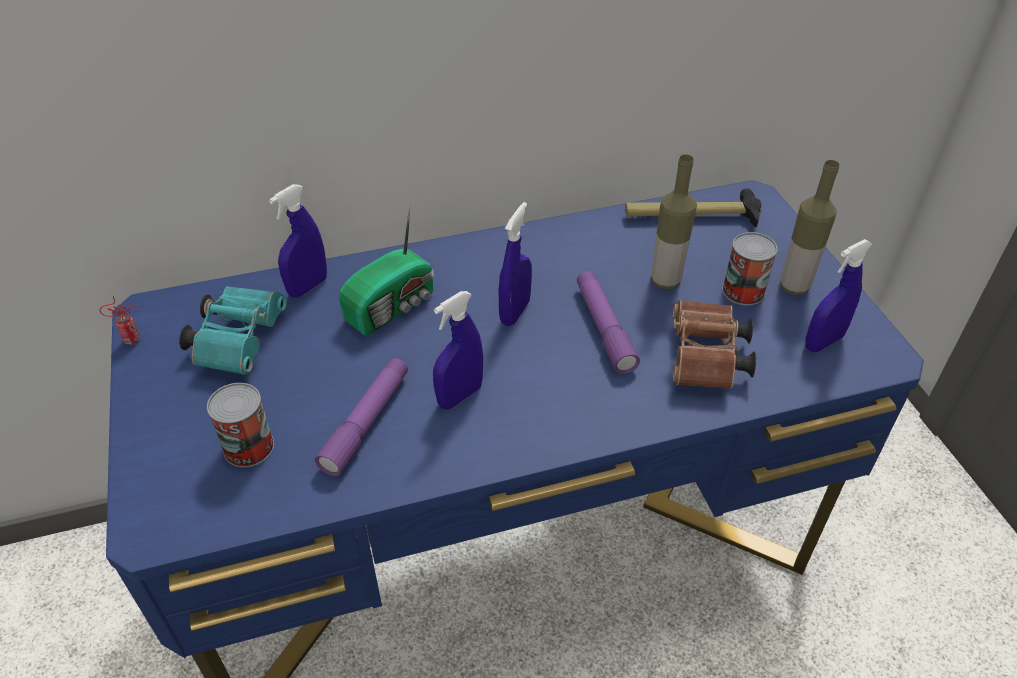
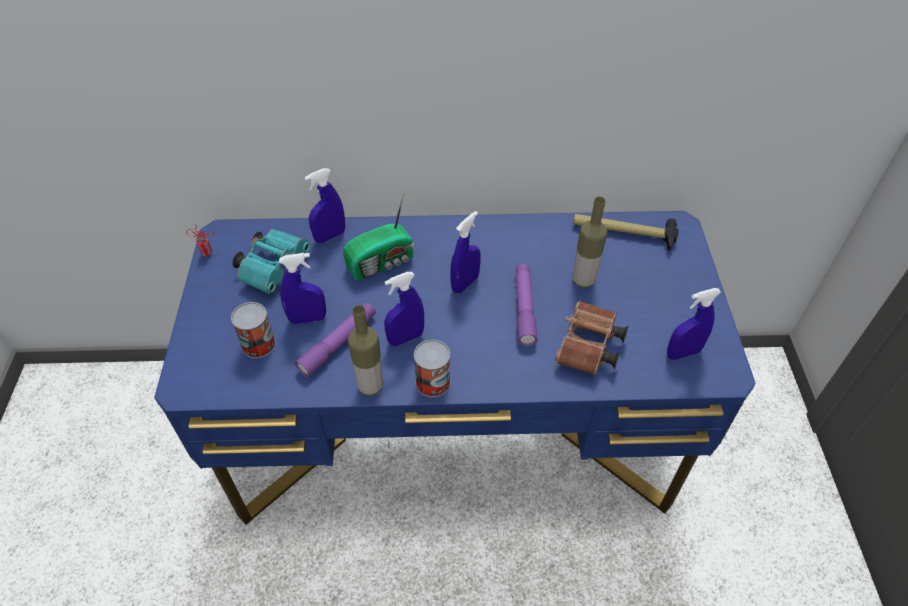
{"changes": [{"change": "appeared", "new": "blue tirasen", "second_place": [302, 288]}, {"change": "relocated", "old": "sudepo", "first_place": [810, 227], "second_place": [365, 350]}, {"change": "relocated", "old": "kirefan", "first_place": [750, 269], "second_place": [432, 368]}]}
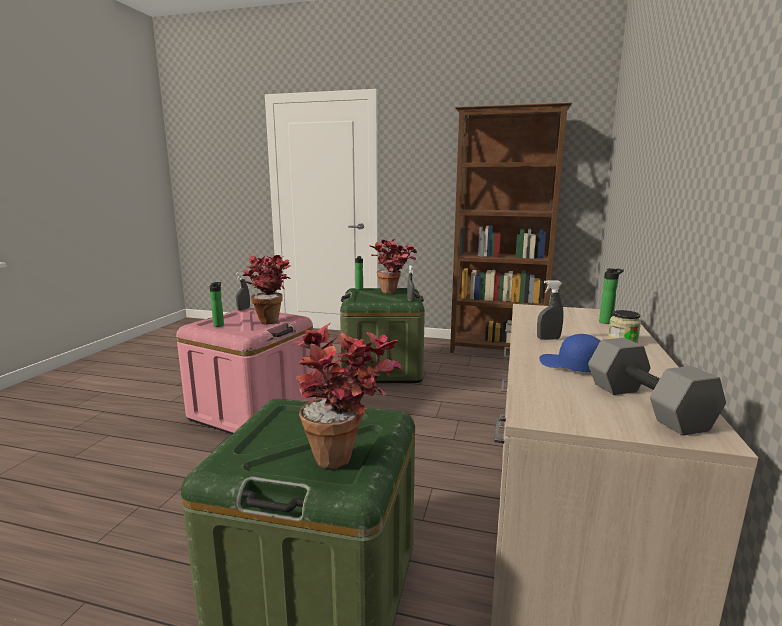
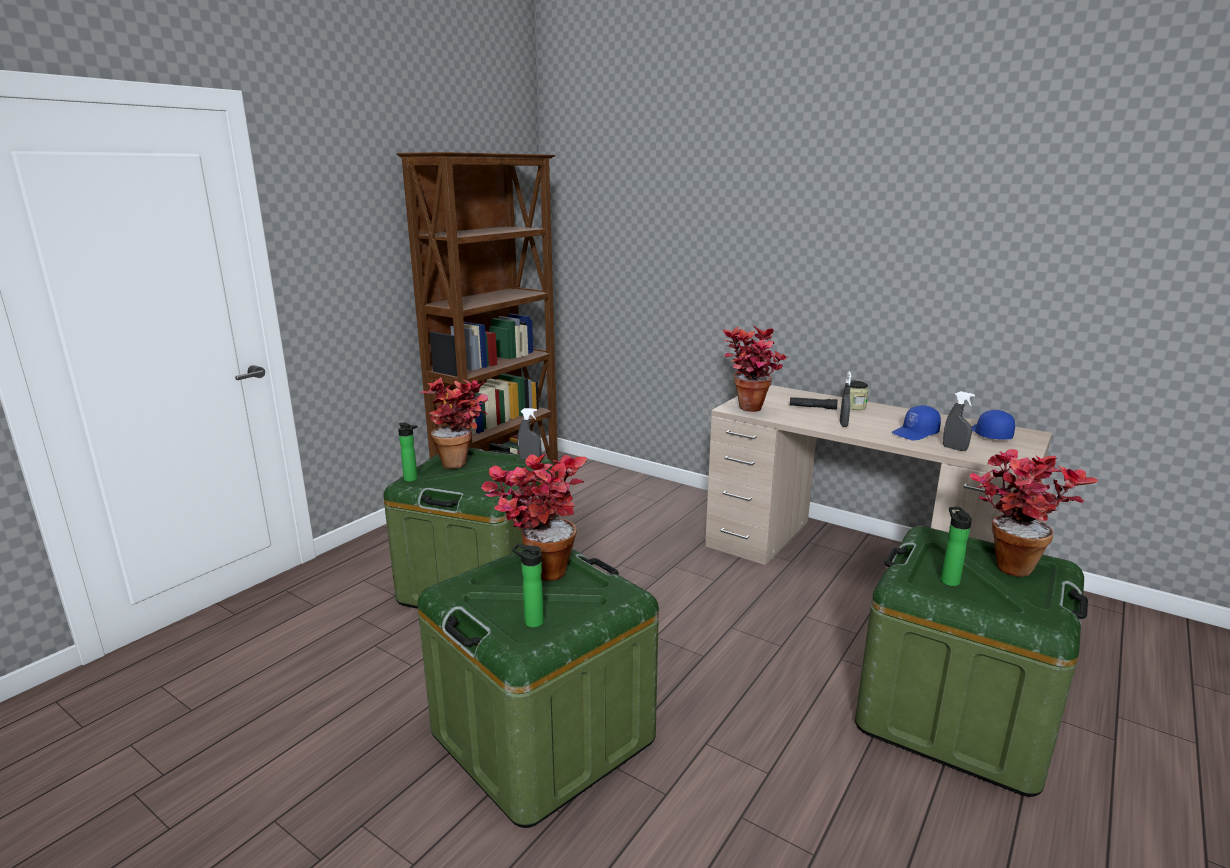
{"changes": [{"change": "colour", "old": "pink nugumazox", "new": "green nugumazox", "first_place": [246, 371], "second_place": [538, 688]}, {"change": "appeared", "new": "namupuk", "second_place": [754, 368]}, {"change": "appeared", "new": "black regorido", "second_place": [814, 403]}, {"change": "relocated", "old": "sudepo", "first_place": [611, 296], "second_place": [956, 546]}, {"change": "relocated", "old": "grey tirasen", "first_place": [243, 291], "second_place": [959, 421]}, {"change": "exchanged", "old": "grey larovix", "new": "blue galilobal", "first_place": [657, 387], "second_place": [993, 425]}]}
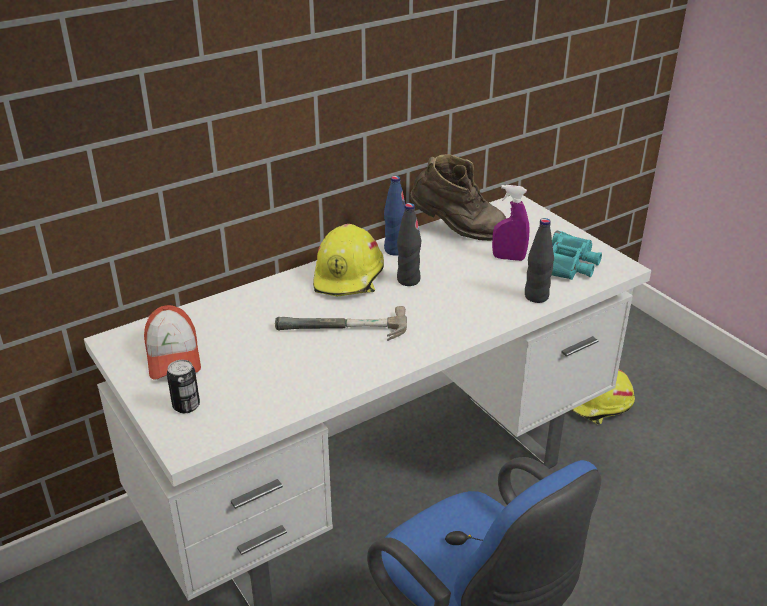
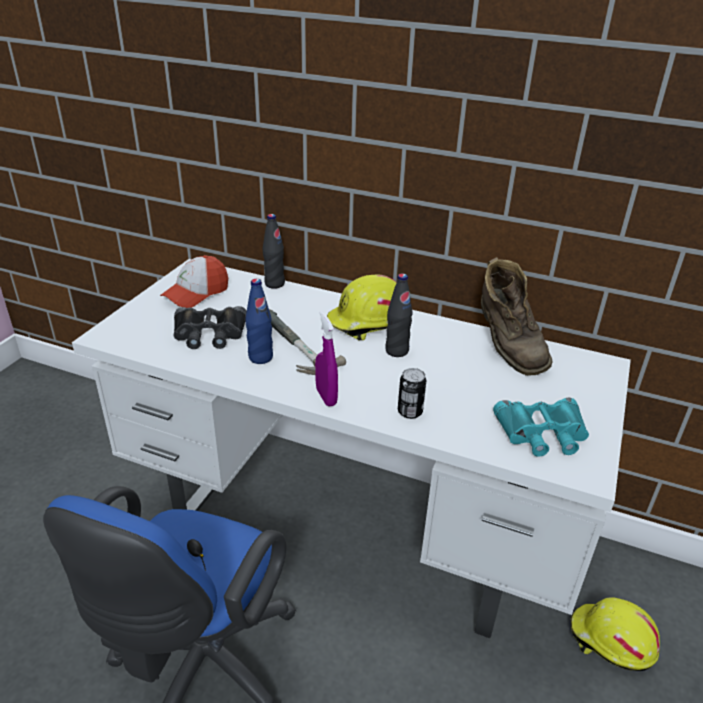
{"changes": [{"change": "appeared", "new": "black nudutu", "second_place": [210, 327]}, {"change": "relocated", "old": "blue sudepo", "first_place": [394, 216], "second_place": [259, 321]}, {"change": "relocated", "old": "black sudepo", "first_place": [539, 260], "second_place": [274, 251]}, {"change": "relocated", "old": "purple tirasen", "first_place": [511, 223], "second_place": [326, 359]}, {"change": "relocated", "old": "kirefan", "first_place": [183, 386], "second_place": [412, 393]}]}
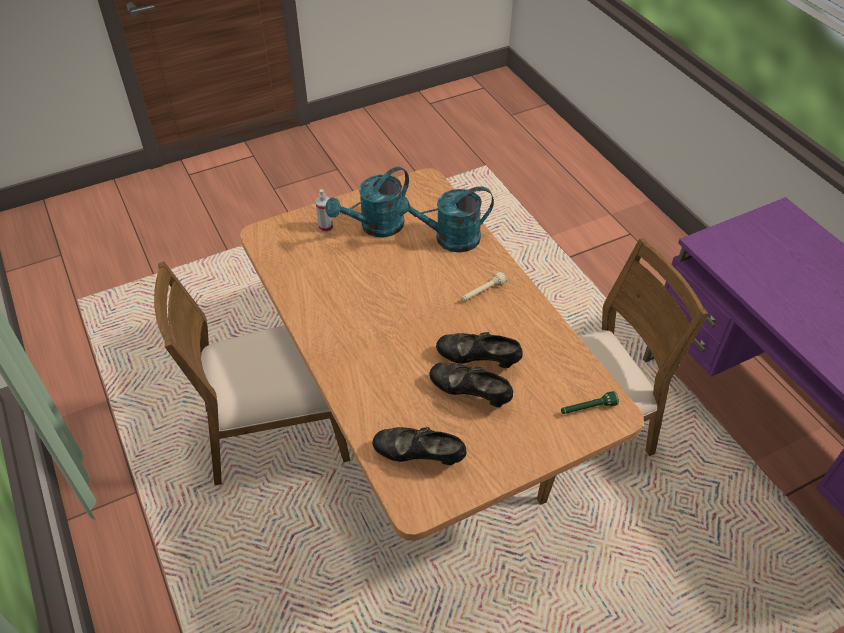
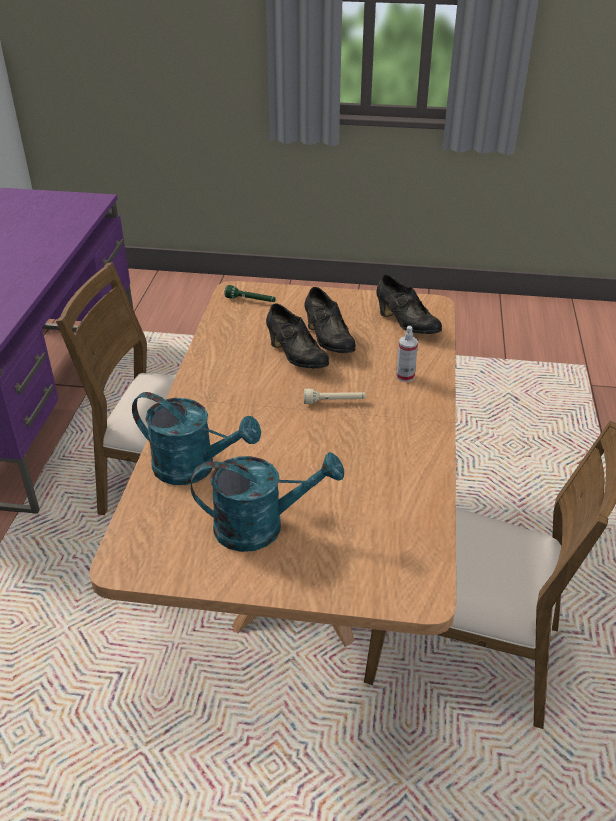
{"changes": [{"change": "relocated", "old": "beige regorido", "first_place": [484, 286], "second_place": [334, 396]}, {"change": "relocated", "old": "tirasen", "first_place": [324, 210], "second_place": [407, 354]}]}
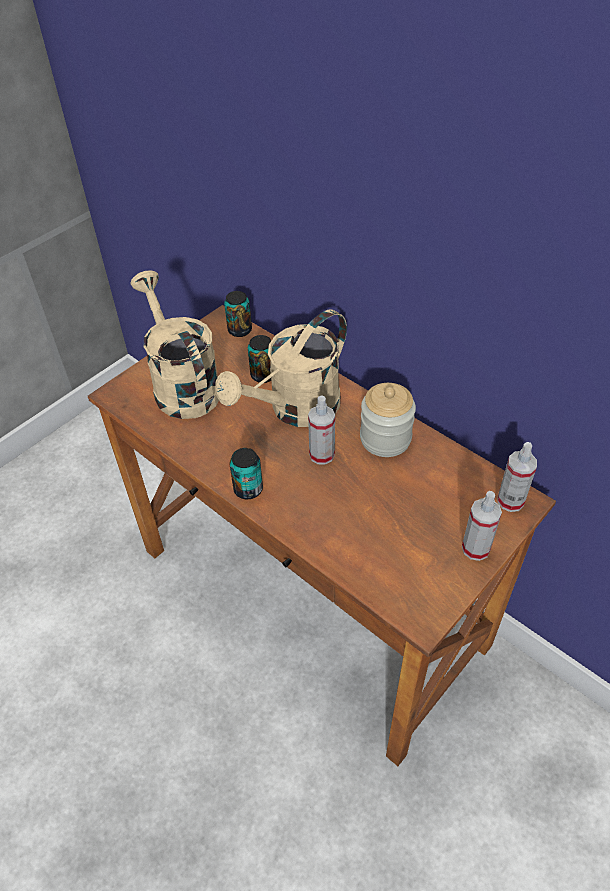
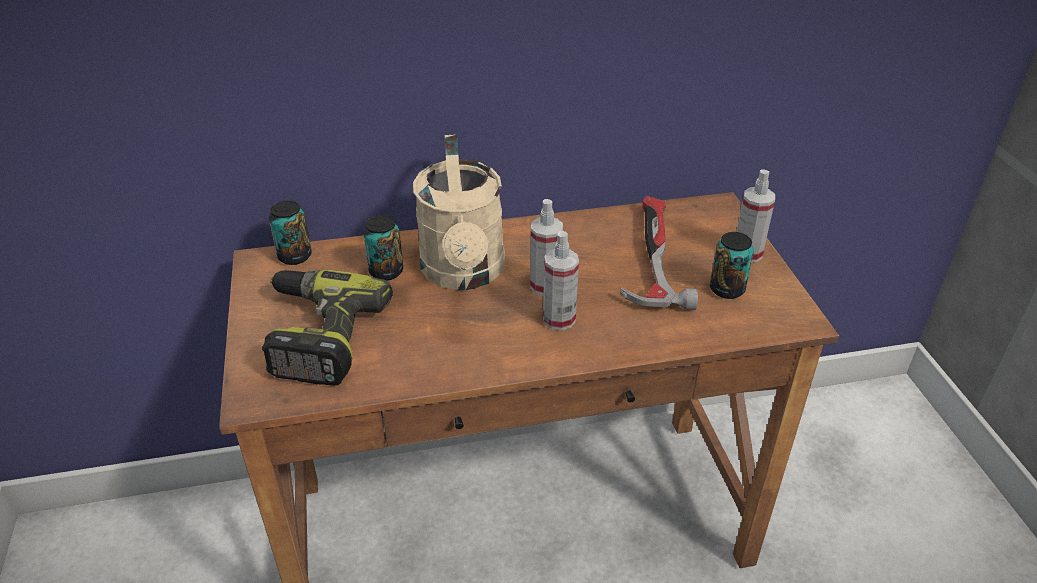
{"changes": [{"change": "exchanged", "old": "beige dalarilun", "new": "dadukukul", "first_place": [174, 344], "second_place": [327, 328]}, {"change": "relocated", "old": "tirasen", "first_place": [517, 477], "second_place": [561, 281]}, {"change": "appeared", "new": "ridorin", "second_place": [659, 253]}, {"change": "relocated", "old": "kirefan", "first_place": [246, 473], "second_place": [732, 265]}, {"change": "missing", "old": "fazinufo", "first_place": [388, 420]}]}
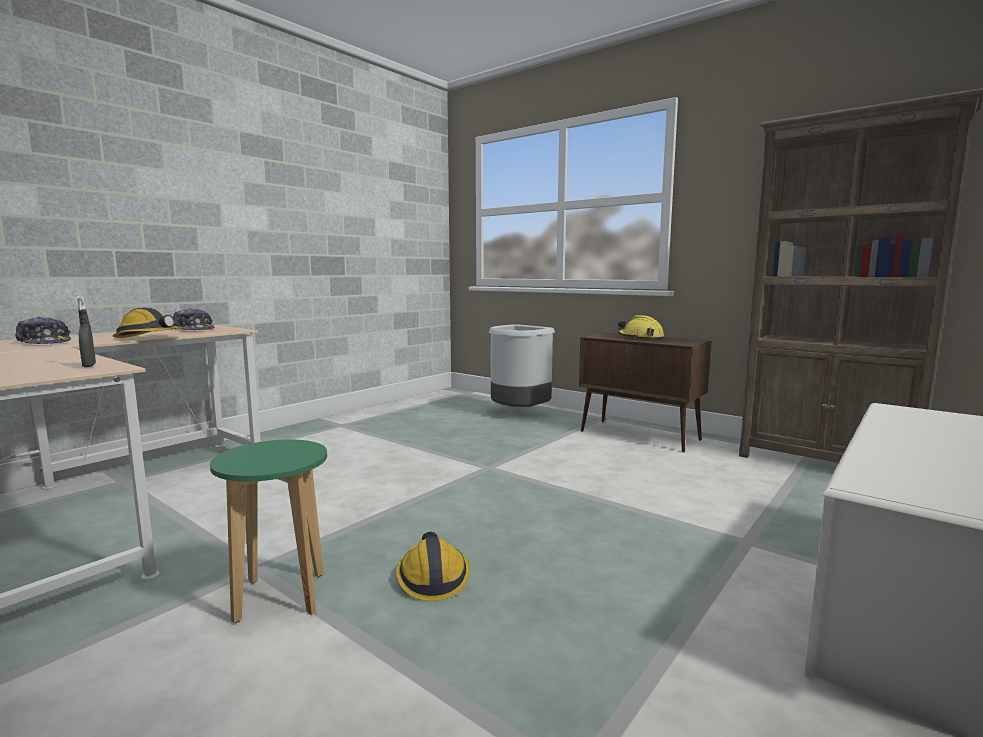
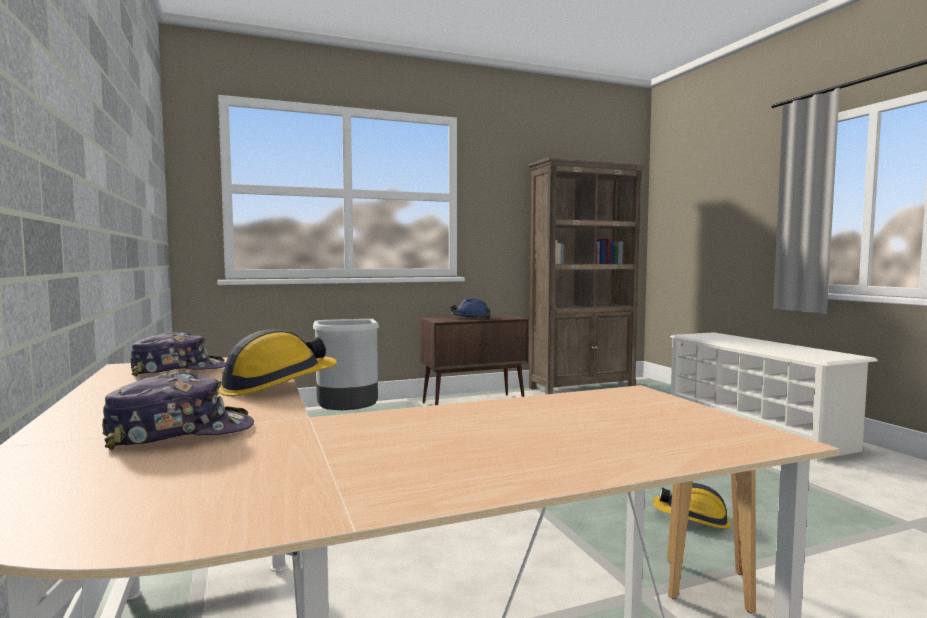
{"changes": [{"change": "colour", "old": "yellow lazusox", "new": "blue lazusox", "first_place": [641, 328], "second_place": [470, 308]}, {"change": "missing", "old": "grey tirasen", "first_place": [86, 331]}]}
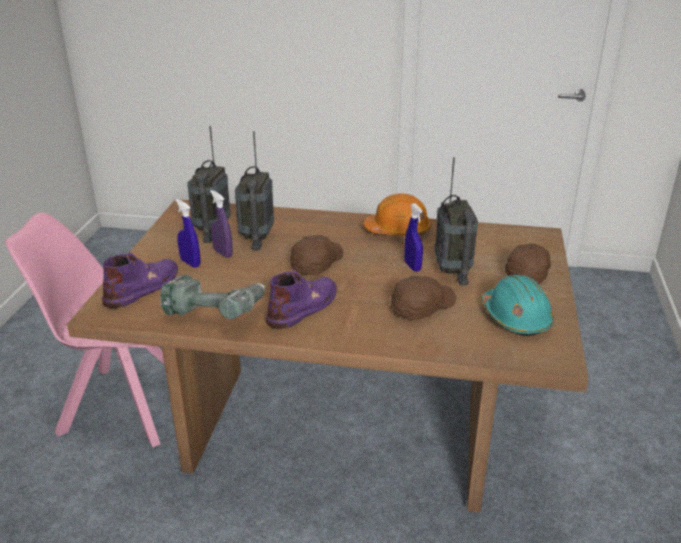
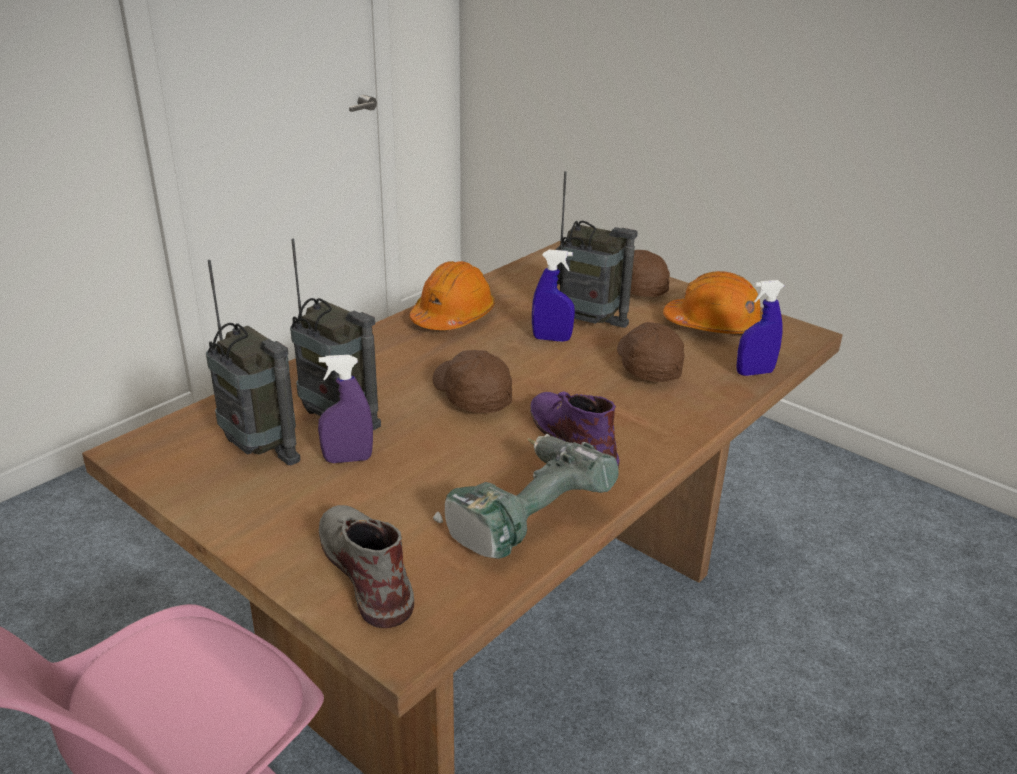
{"changes": [{"change": "colour", "old": "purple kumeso", "new": "grey kumeso", "first_place": [140, 280], "second_place": [366, 566]}, {"change": "colour", "old": "turquoise lazusox", "new": "orange lazusox", "first_place": [518, 305], "second_place": [713, 303]}, {"change": "relocated", "old": "blue tirasen", "first_place": [188, 233], "second_place": [760, 328]}]}
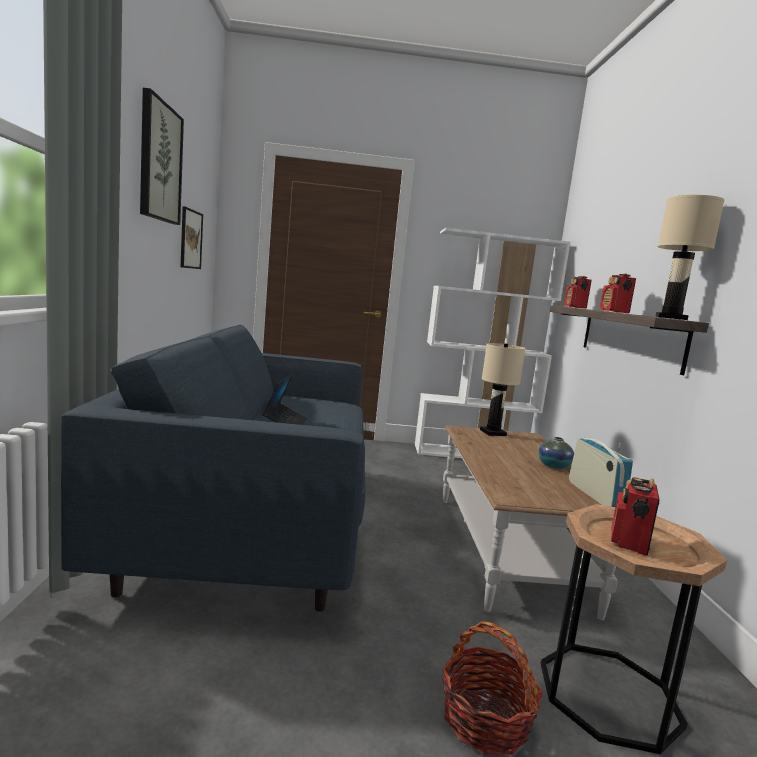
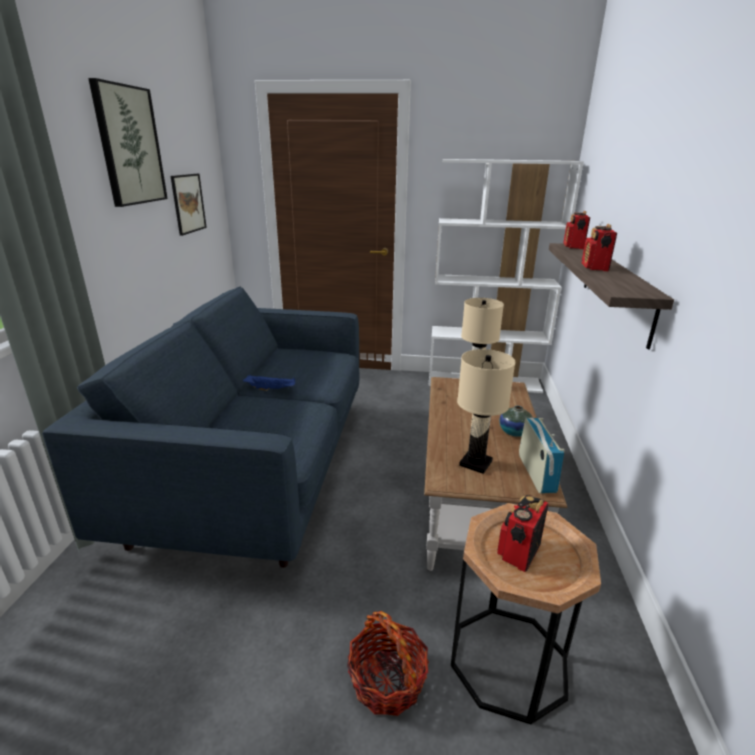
{"changes": [{"change": "exchanged", "old": "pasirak", "new": "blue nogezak", "first_place": [285, 400], "second_place": [269, 383]}, {"change": "relocated", "old": "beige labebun", "first_place": [689, 257], "second_place": [486, 411]}]}
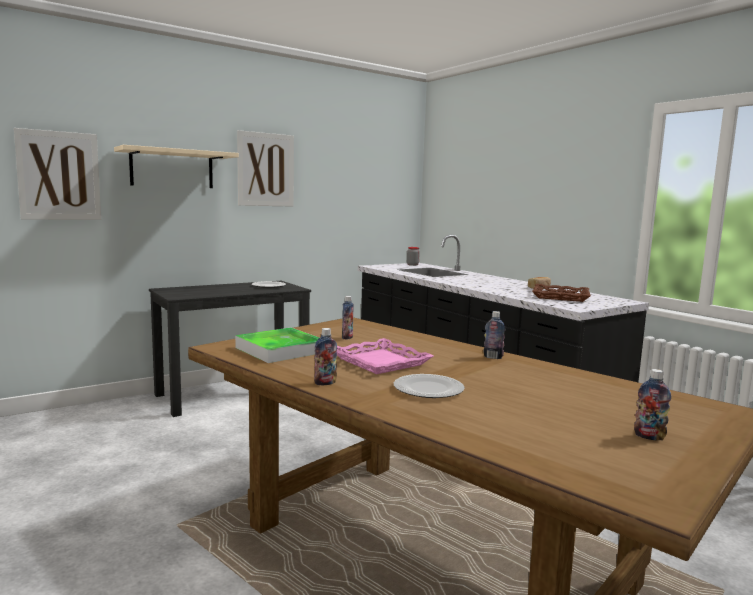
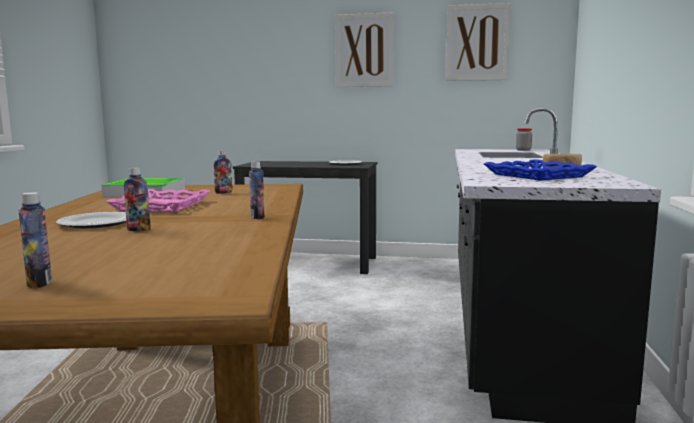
{"changes": [{"change": "relocated", "old": "sudepo", "first_place": [325, 356], "second_place": [137, 200]}, {"change": "relocated", "old": "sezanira", "first_place": [57, 174], "second_place": [478, 42]}, {"change": "colour", "old": "brown nogezak", "new": "blue nogezak", "first_place": [561, 293], "second_place": [540, 170]}, {"change": "missing", "old": "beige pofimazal", "first_place": [176, 166]}]}
